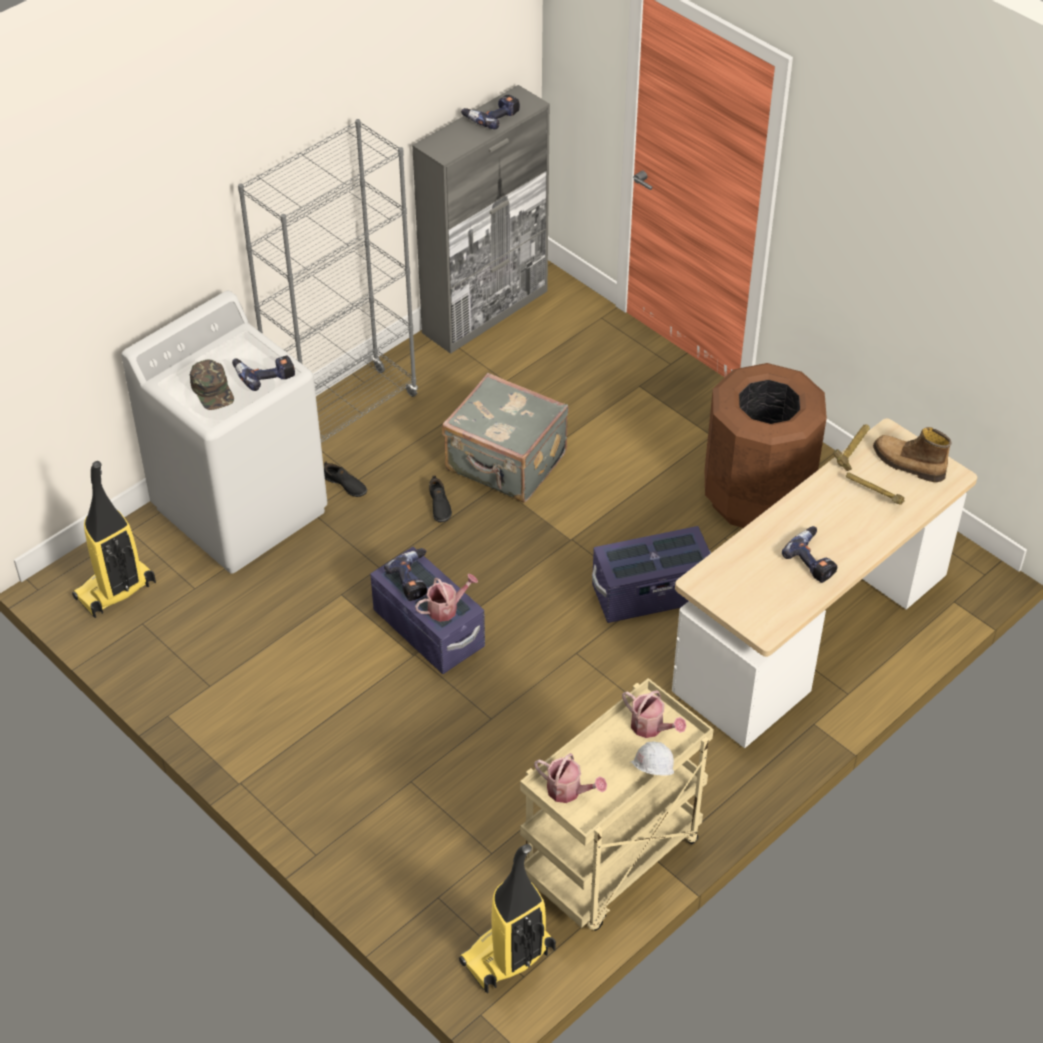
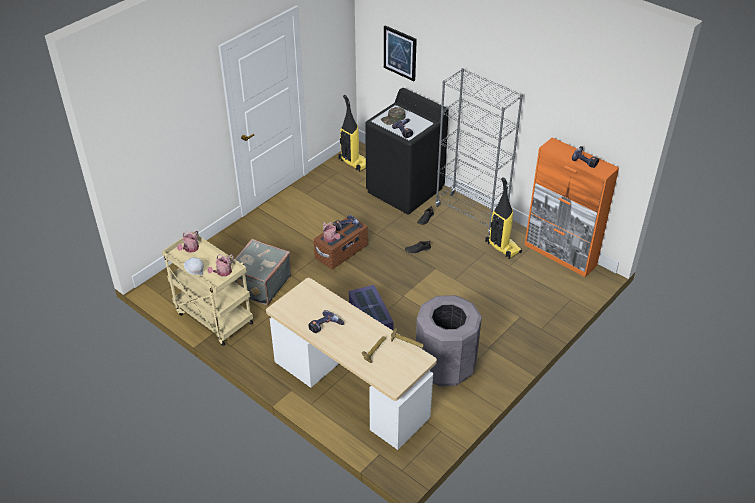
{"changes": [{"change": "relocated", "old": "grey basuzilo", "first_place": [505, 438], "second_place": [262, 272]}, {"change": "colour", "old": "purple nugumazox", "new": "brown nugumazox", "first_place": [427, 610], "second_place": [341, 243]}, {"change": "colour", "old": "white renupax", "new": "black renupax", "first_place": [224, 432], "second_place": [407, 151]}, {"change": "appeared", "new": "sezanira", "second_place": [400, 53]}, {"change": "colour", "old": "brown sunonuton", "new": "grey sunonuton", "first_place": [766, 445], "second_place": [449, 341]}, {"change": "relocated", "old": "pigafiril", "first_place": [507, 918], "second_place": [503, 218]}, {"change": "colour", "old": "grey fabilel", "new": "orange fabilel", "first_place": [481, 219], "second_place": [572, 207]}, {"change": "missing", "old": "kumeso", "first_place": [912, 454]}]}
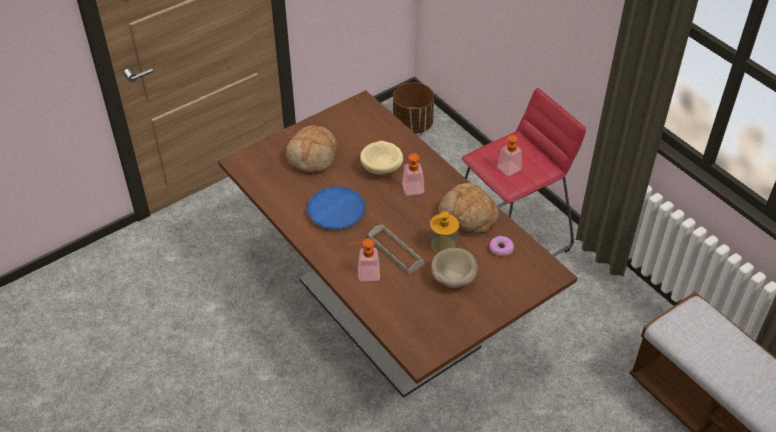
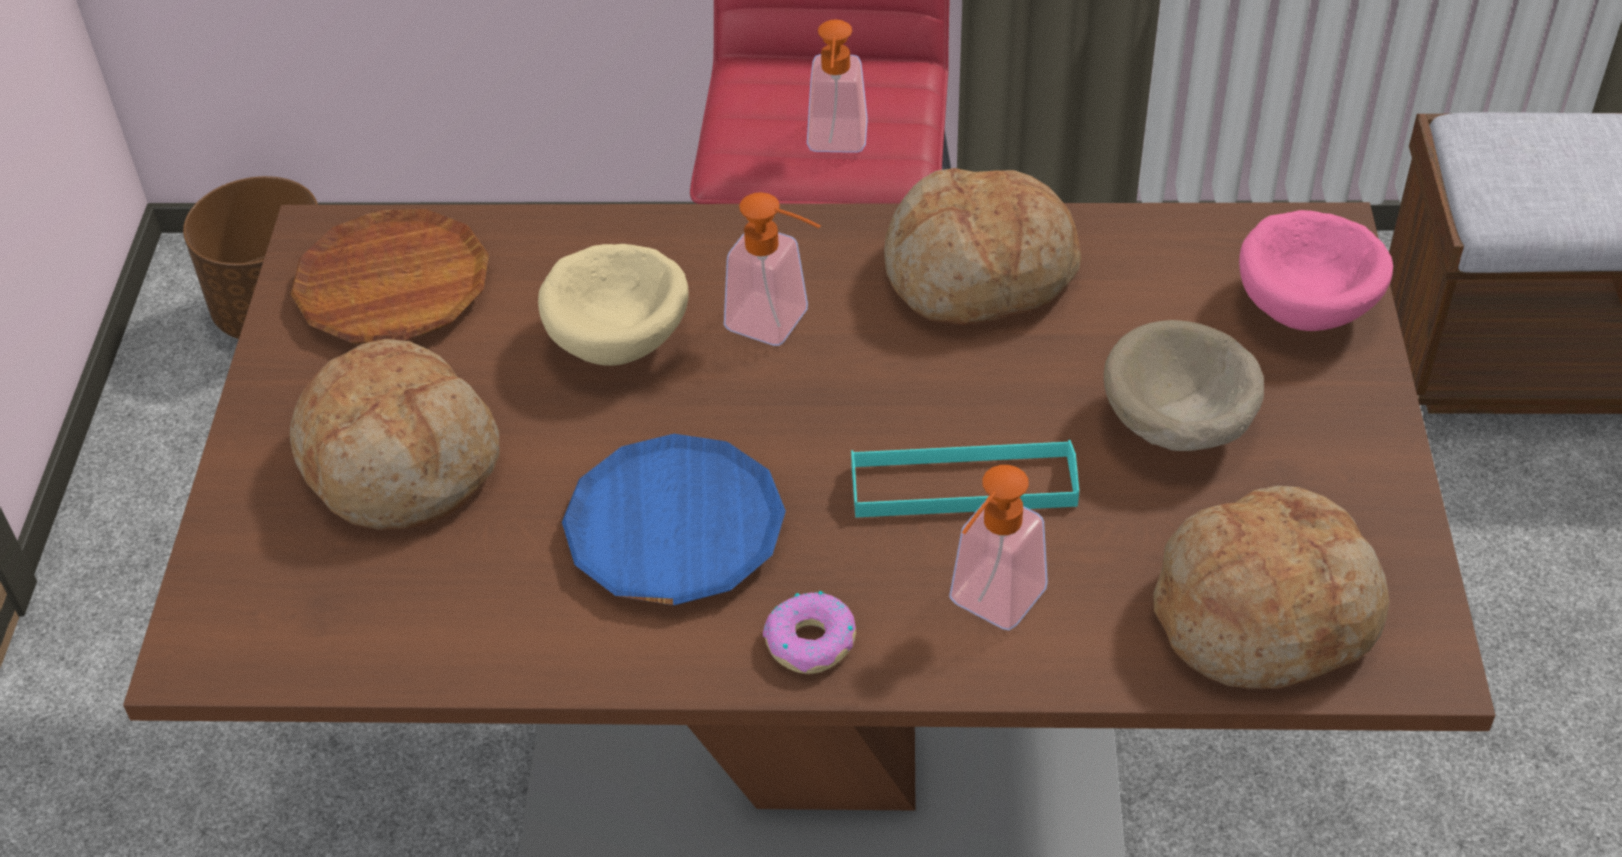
{"changes": [{"change": "appeared", "new": "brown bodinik", "second_place": [390, 276]}, {"change": "relocated", "old": "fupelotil", "first_place": [502, 246], "second_place": [809, 632]}, {"change": "colour", "old": "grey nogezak", "new": "turquoise nogezak", "first_place": [396, 249], "second_place": [965, 479]}, {"change": "appeared", "new": "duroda", "second_place": [1271, 587]}, {"change": "appeared", "new": "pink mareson", "second_place": [1316, 270]}, {"change": "missing", "old": "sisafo", "first_place": [444, 232]}]}
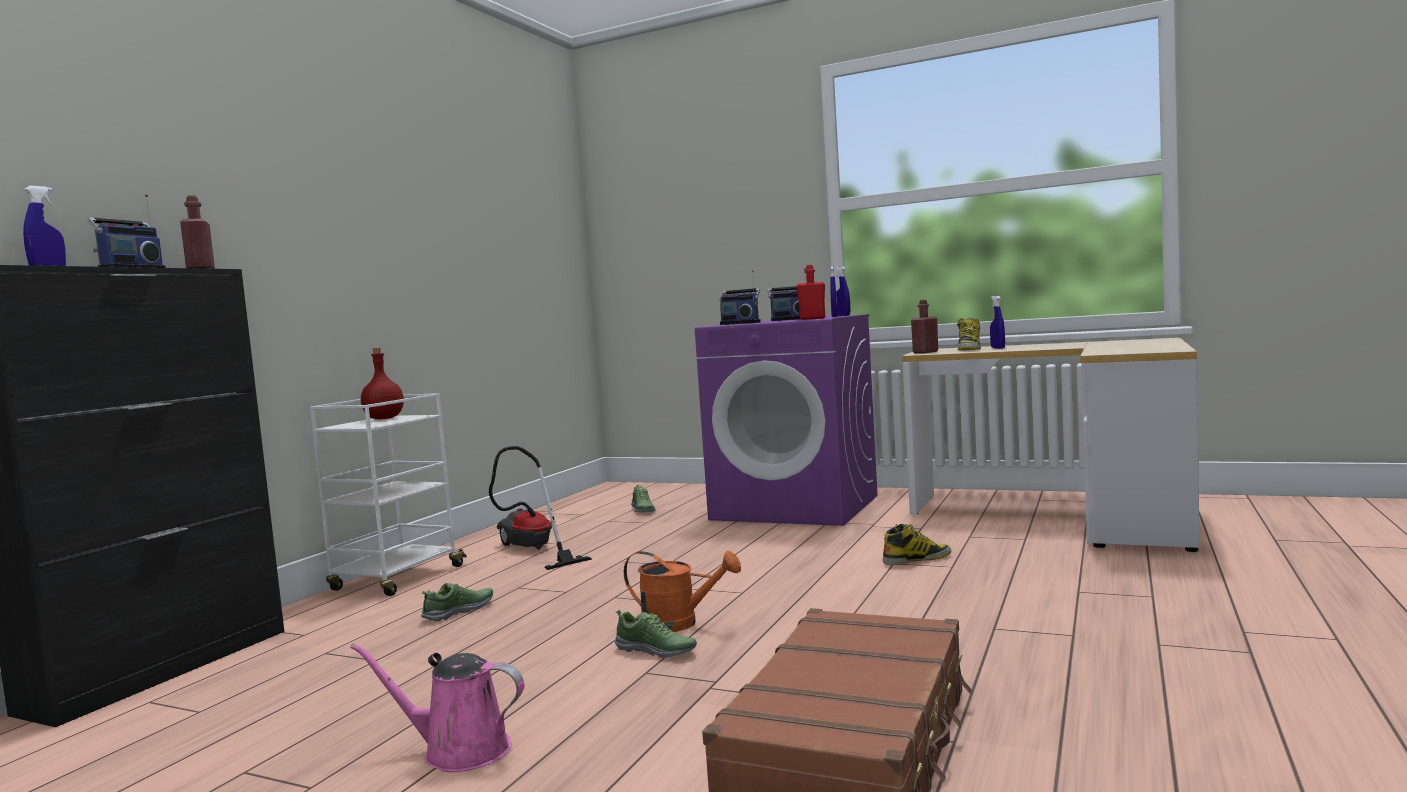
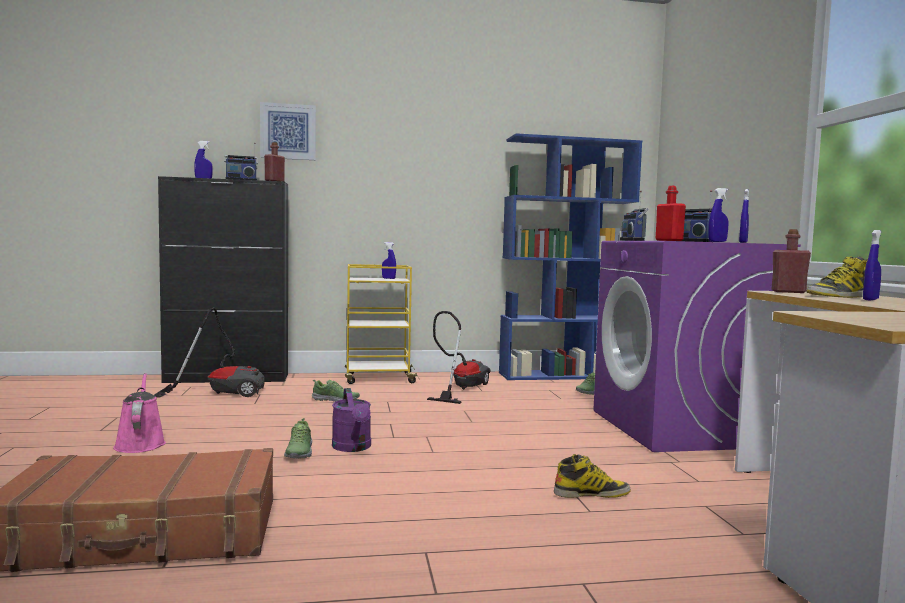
{"changes": [{"change": "appeared", "new": "pigafiril", "second_place": [209, 352]}, {"change": "appeared", "new": "sezanira", "second_place": [288, 131]}, {"change": "colour", "old": "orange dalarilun", "new": "purple dalarilun", "first_place": [682, 591], "second_place": [351, 420]}, {"change": "colour", "old": "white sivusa", "new": "yellow sivusa", "first_place": [388, 494], "second_place": [381, 324]}, {"change": "exchanged", "old": "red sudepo", "new": "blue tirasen", "first_place": [382, 383], "second_place": [389, 260]}, {"change": "appeared", "new": "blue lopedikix", "second_place": [570, 256]}, {"change": "spun", "old": "kumeso", "first_place": [917, 544], "second_place": [592, 476], "degrees": -45}]}
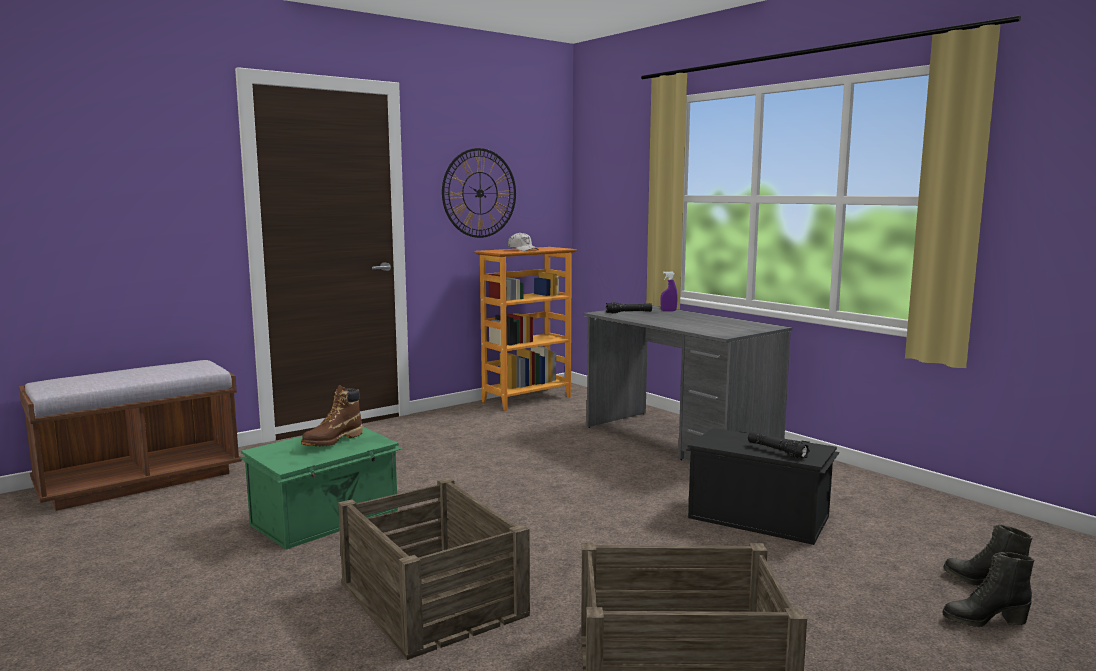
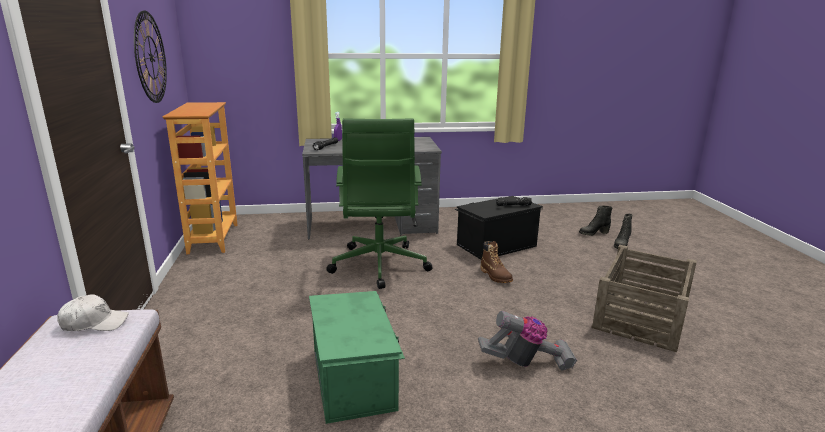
{"changes": [{"change": "relocated", "old": "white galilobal", "first_place": [523, 241], "second_place": [93, 312]}, {"change": "appeared", "new": "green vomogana", "second_place": [379, 203]}, {"change": "exchanged", "old": "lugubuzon", "new": "pigafiril", "first_place": [434, 568], "second_place": [527, 340]}, {"change": "relocated", "old": "brown kumeso", "first_place": [332, 415], "second_place": [497, 262]}]}
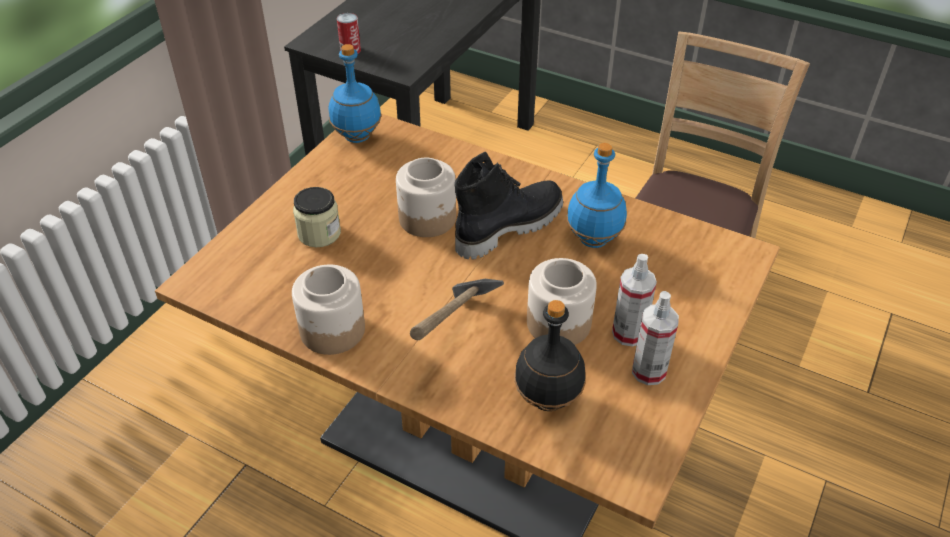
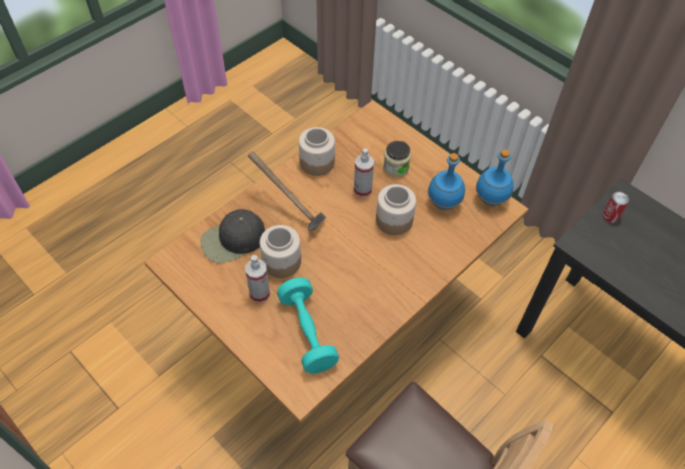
{"changes": [{"change": "exchanged", "old": "black sudepo", "new": "black galilobal", "first_place": [550, 355], "second_place": [232, 236]}, {"change": "appeared", "new": "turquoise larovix", "second_place": [308, 325]}, {"change": "relocated", "old": "tirasen", "first_place": [655, 338], "second_place": [364, 173]}, {"change": "relocated", "old": "blue sudepo", "first_place": [597, 195], "second_place": [446, 181]}, {"change": "missing", "old": "black kumeso", "first_place": [508, 205]}]}
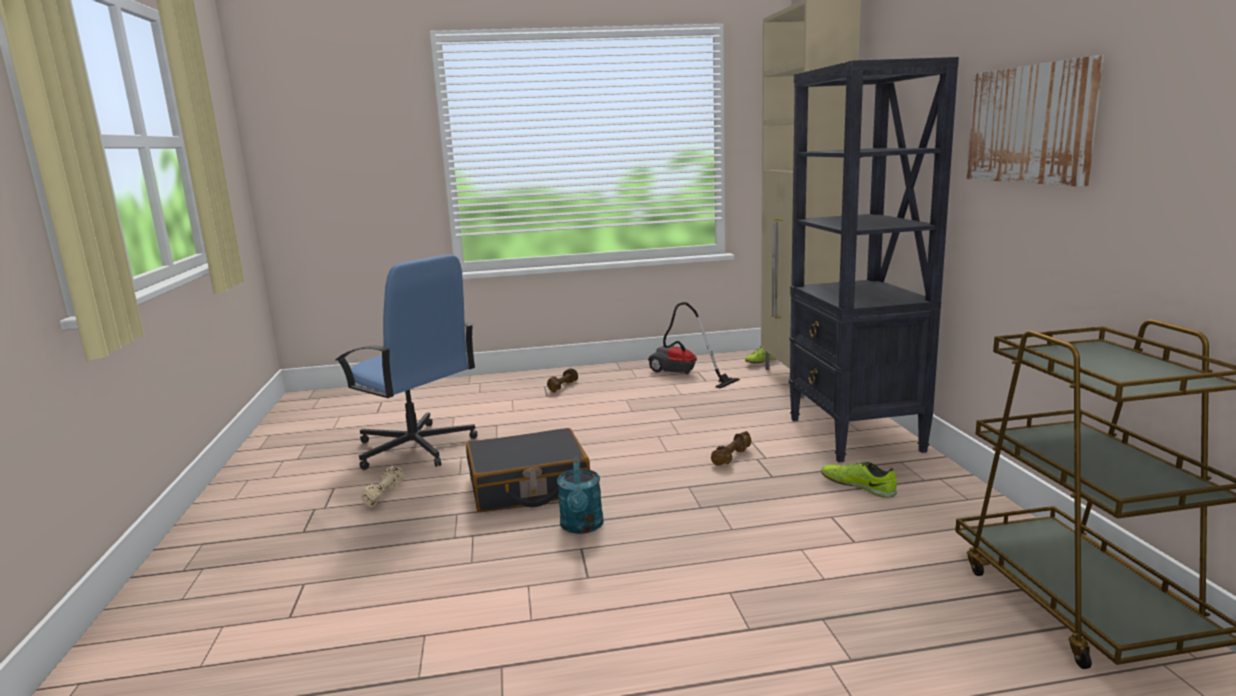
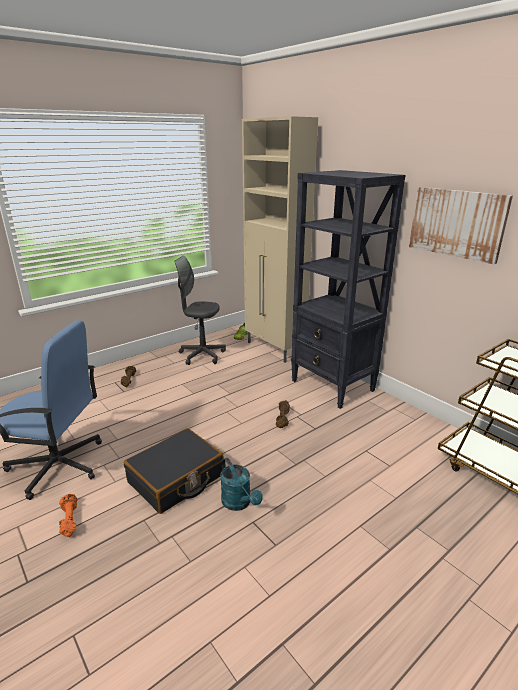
{"changes": [{"change": "colour", "old": "beige larovix", "new": "orange larovix", "first_place": [382, 486], "second_place": [68, 515]}, {"change": "exchanged", "old": "pigafiril", "new": "grey vomogana", "first_place": [694, 345], "second_place": [200, 310]}, {"change": "missing", "old": "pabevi", "first_place": [859, 480]}]}
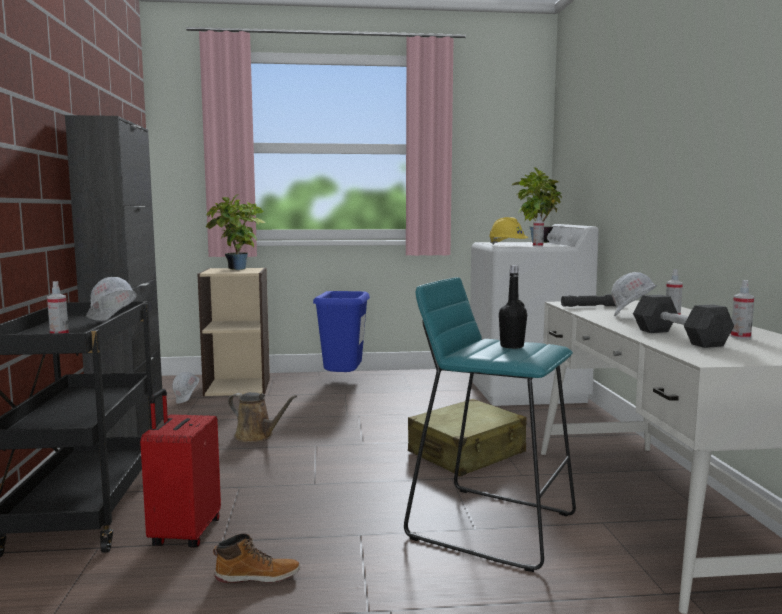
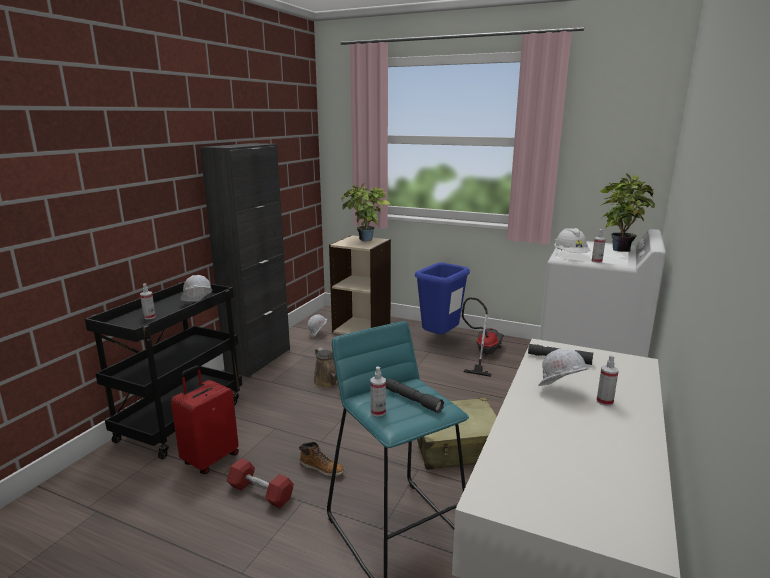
{"changes": [{"change": "appeared", "new": "red larovix", "second_place": [260, 483]}, {"change": "relocated", "old": "kumeso", "first_place": [256, 558], "second_place": [322, 459]}, {"change": "relocated", "old": "tirasen", "first_place": [743, 309], "second_place": [378, 392]}, {"change": "exchanged", "old": "black sudepo", "new": "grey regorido", "first_place": [513, 307], "second_place": [415, 395]}, {"change": "appeared", "new": "pigafiril", "second_place": [483, 337]}, {"change": "colour", "old": "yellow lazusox", "new": "white lazusox", "first_place": [508, 231], "second_place": [572, 240]}, {"change": "missing", "old": "grey larovix", "first_place": [683, 321]}]}
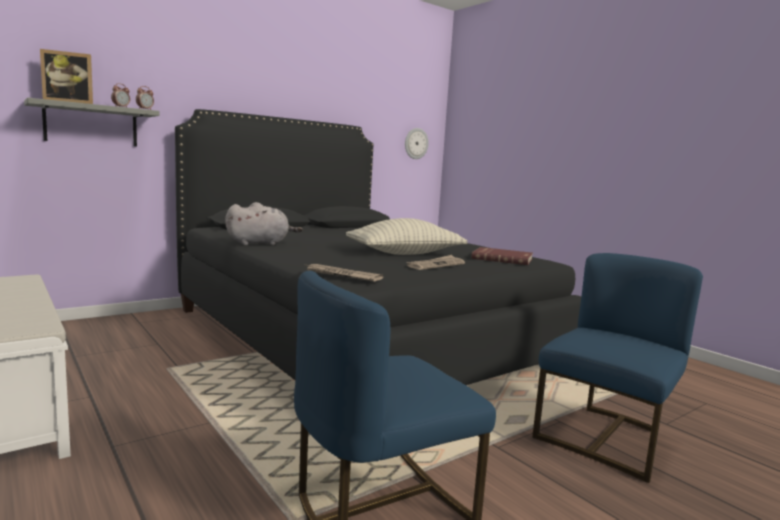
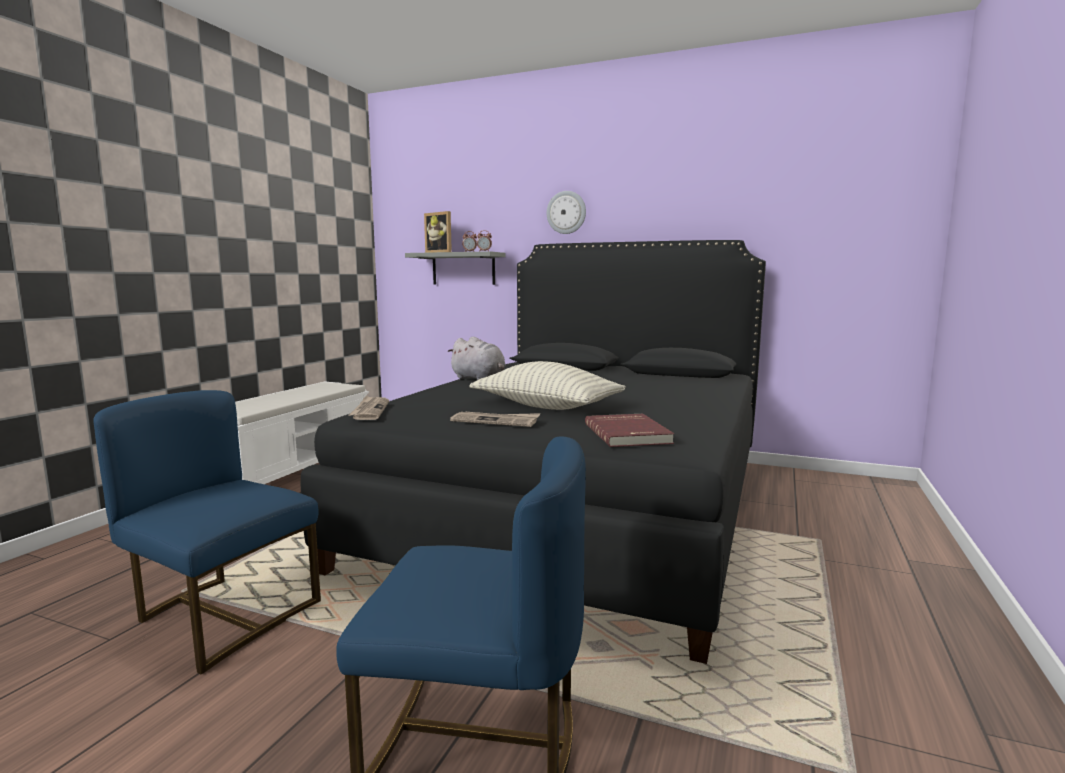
{"changes": [{"change": "relocated", "old": "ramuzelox", "first_place": [417, 143], "second_place": [566, 212]}]}
